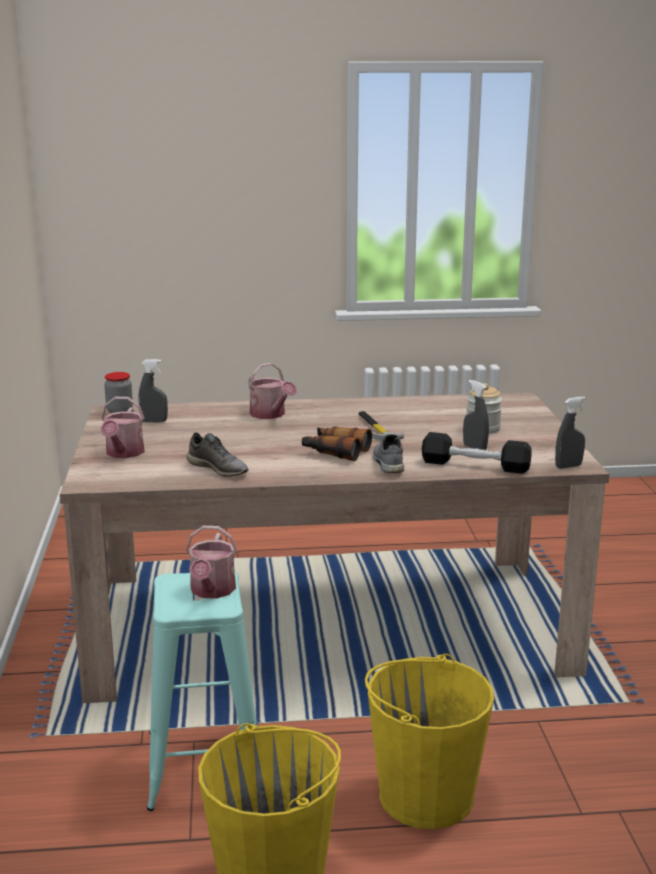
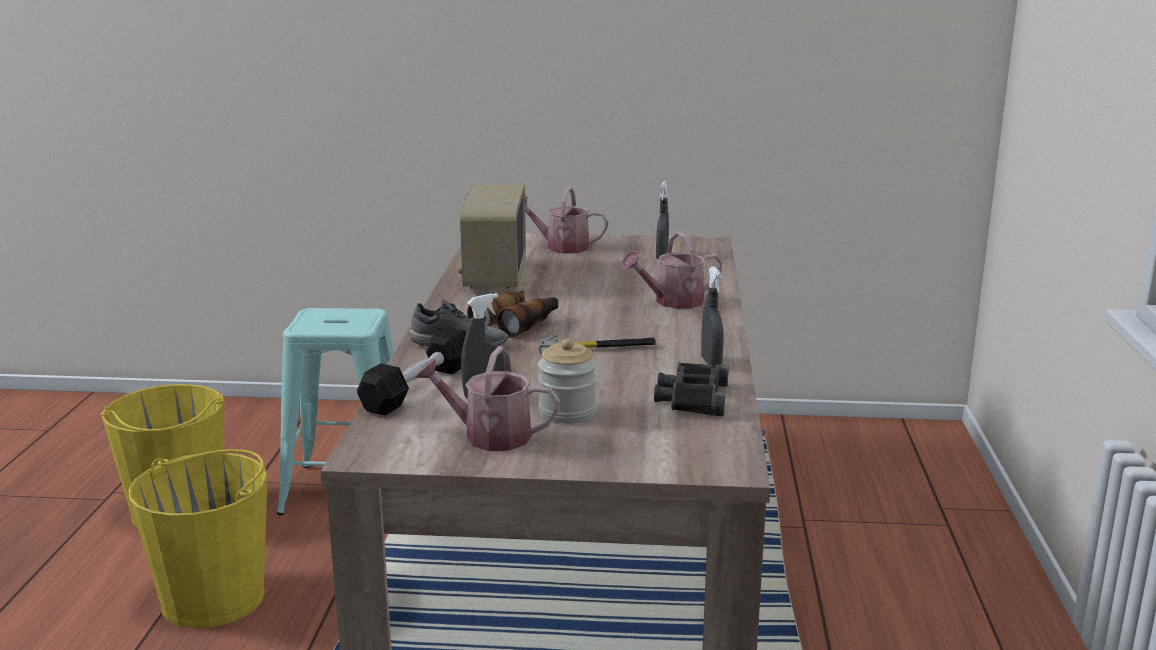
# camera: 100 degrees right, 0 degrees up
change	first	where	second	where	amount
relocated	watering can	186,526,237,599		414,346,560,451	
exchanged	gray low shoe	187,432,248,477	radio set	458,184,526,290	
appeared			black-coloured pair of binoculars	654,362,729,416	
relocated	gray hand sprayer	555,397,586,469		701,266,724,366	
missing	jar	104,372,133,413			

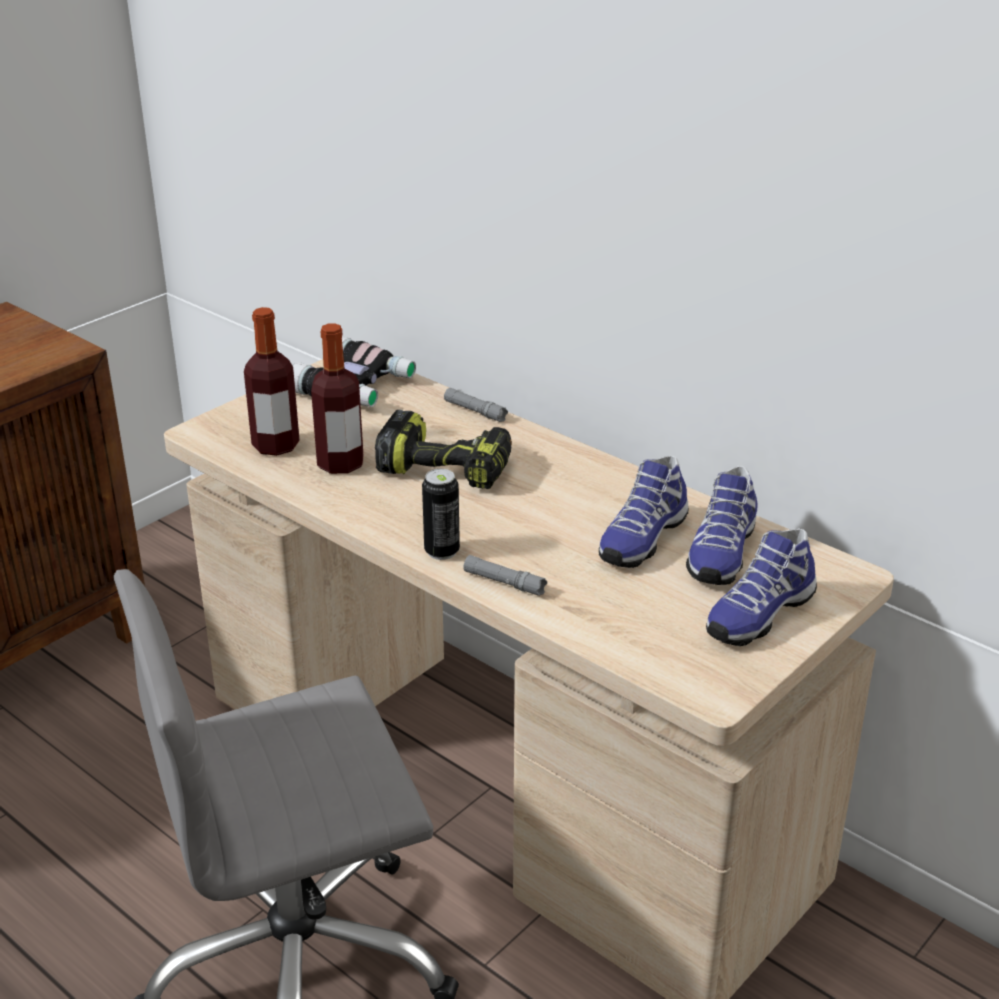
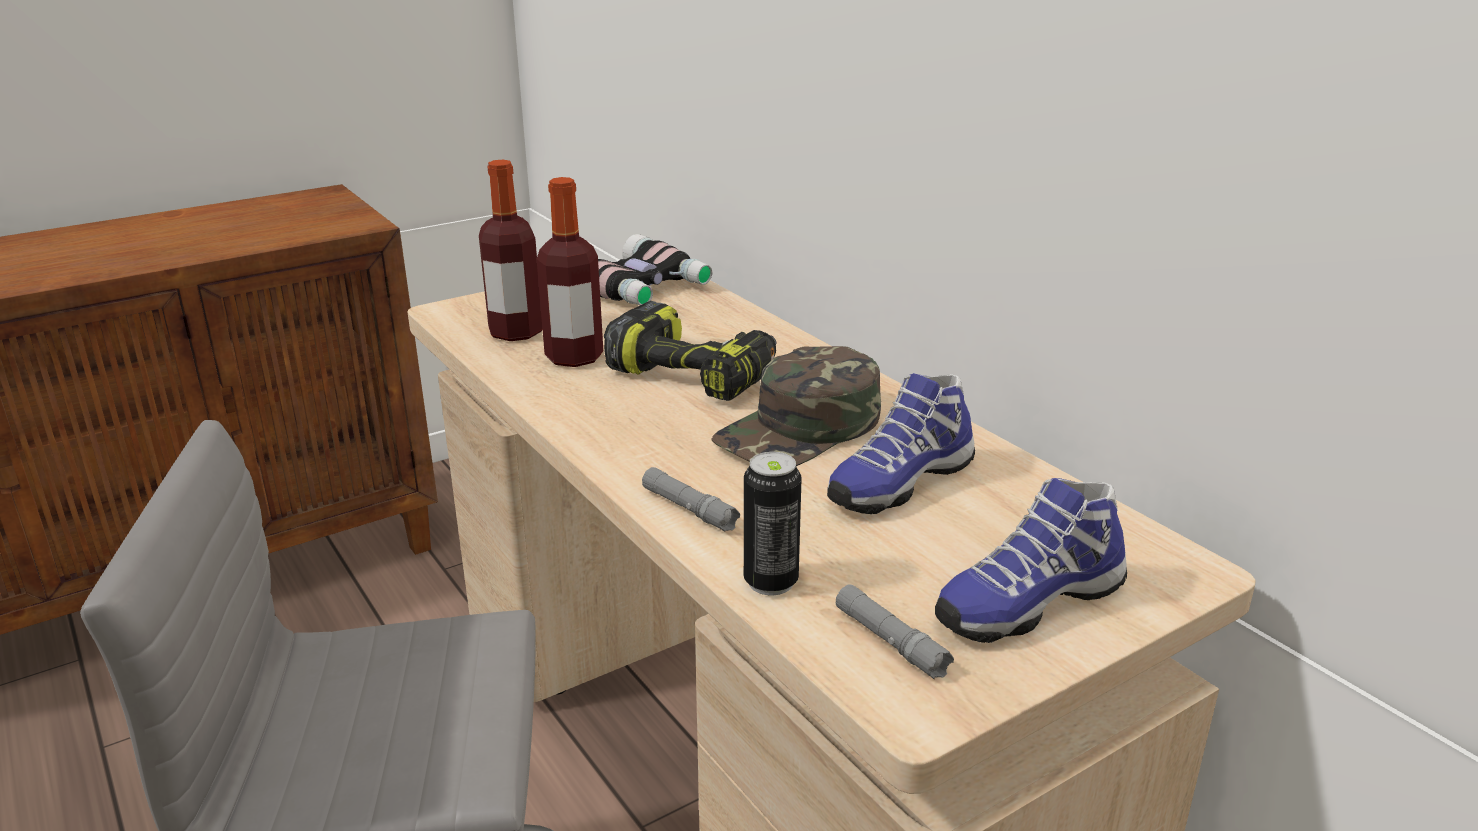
# camera: 15 degrees right, 5 degrees down
change	first	where	second	where	amount
appeared			green-coloured cap	711,346,881,466	
relocated	sealed can	422,469,460,560		744,452,802,595	
relocated	gray torch	444,388,508,422		835,584,954,679	
missing	low shoe	686,466,757,585			

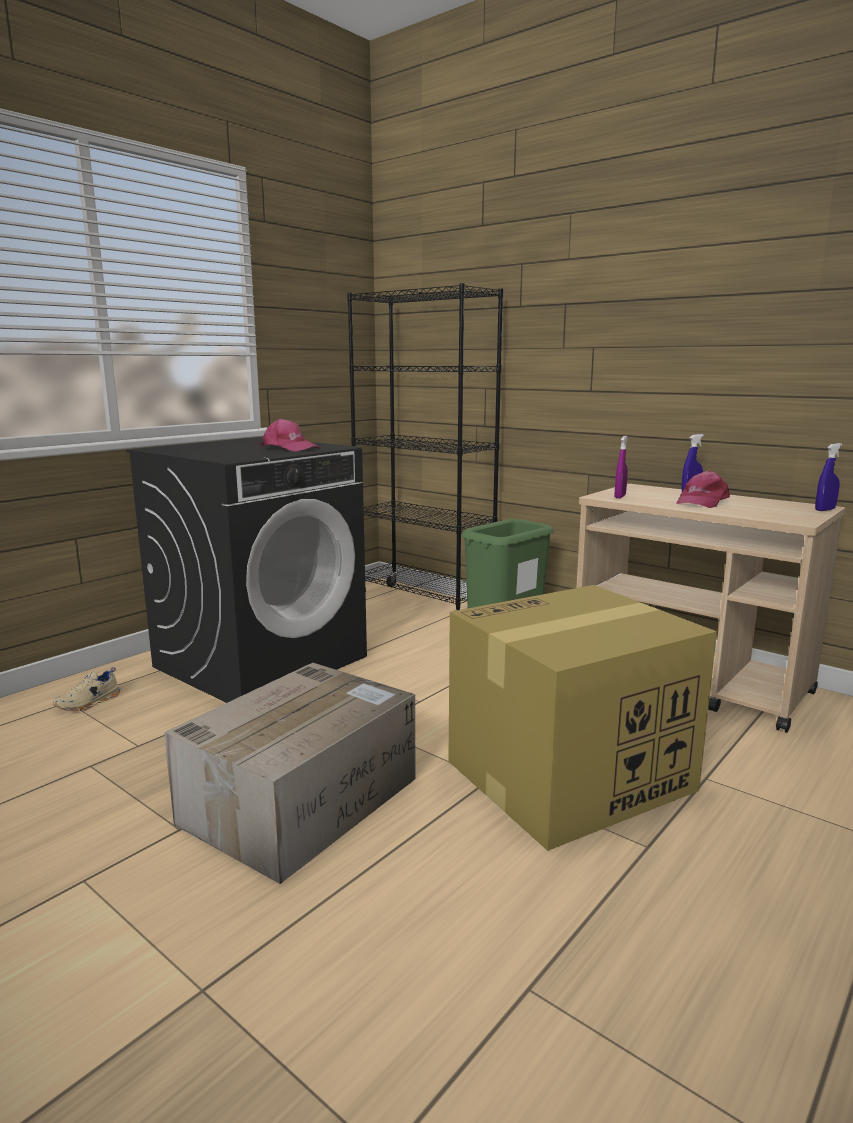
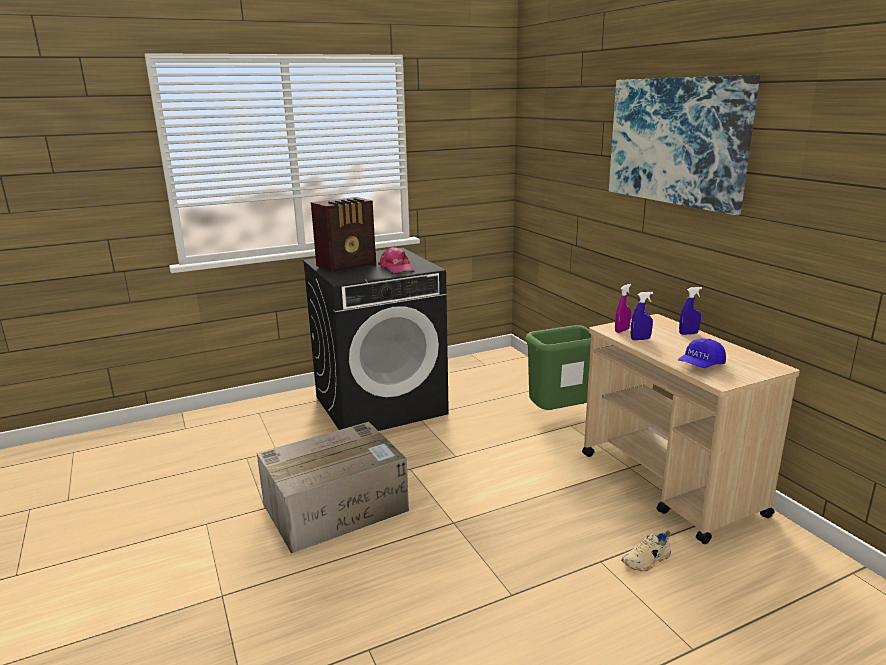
# camera: 25 degrees right, 5 degrees up
change	first	where	second	where	amount
appeared			radio set	311,197,376,273	
appeared			wall art	609,75,760,215	
relocated	beige-coloured low shoe	53,667,120,711		621,530,671,571	
relocated	bluish hand sprayer	815,443,842,511		631,292,653,340	
appeared			bluish cap	678,338,726,368	
missing	black-coloured bookshelf	347,283,504,611			
missing	packing box	448,585,717,851			
missing	pinkish cap	676,470,730,508			

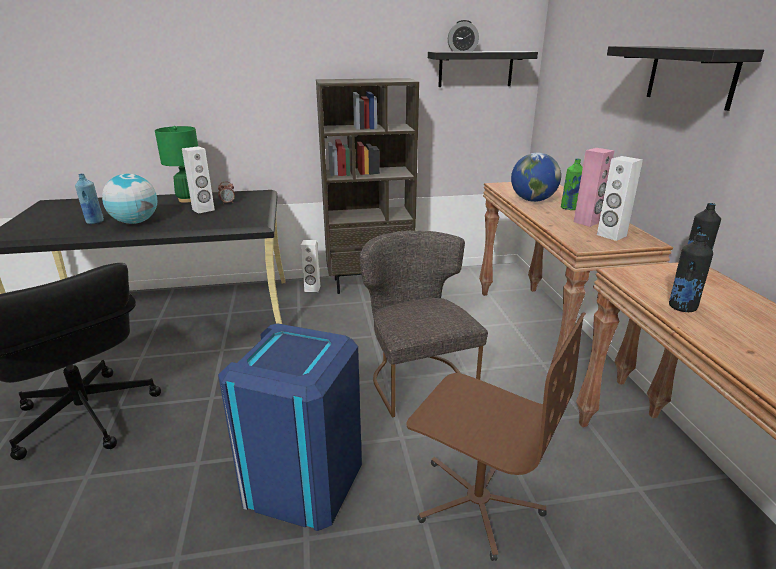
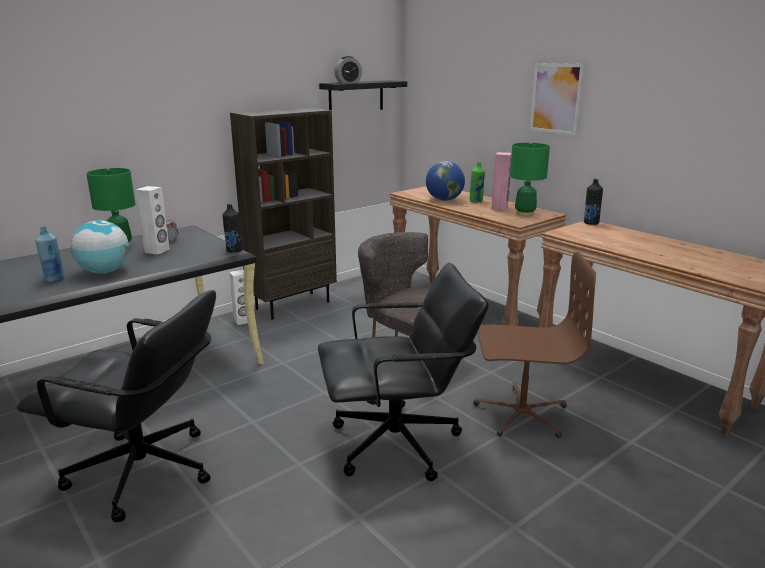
# camera: 30 degrees left, 5 degrees down
change	first	where	second	where	amount
relocated	black-coloured bottle	669,233,713,312		222,204,243,252	
exchanged	bluish trash can	218,323,362,531	black-coloured computer chair	318,263,489,481	
exchanged	white speaker	597,156,643,241	green-coloured lamp for a table	510,142,550,216	
exchanged	black-coloured shelf	607,46,764,111	wall art	530,63,584,135	

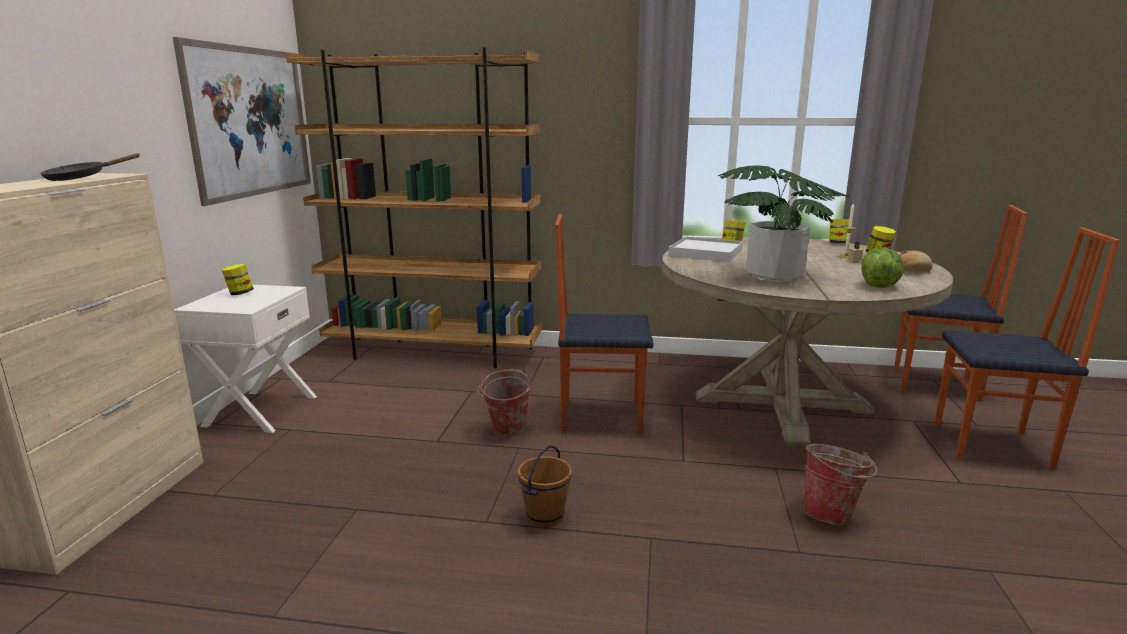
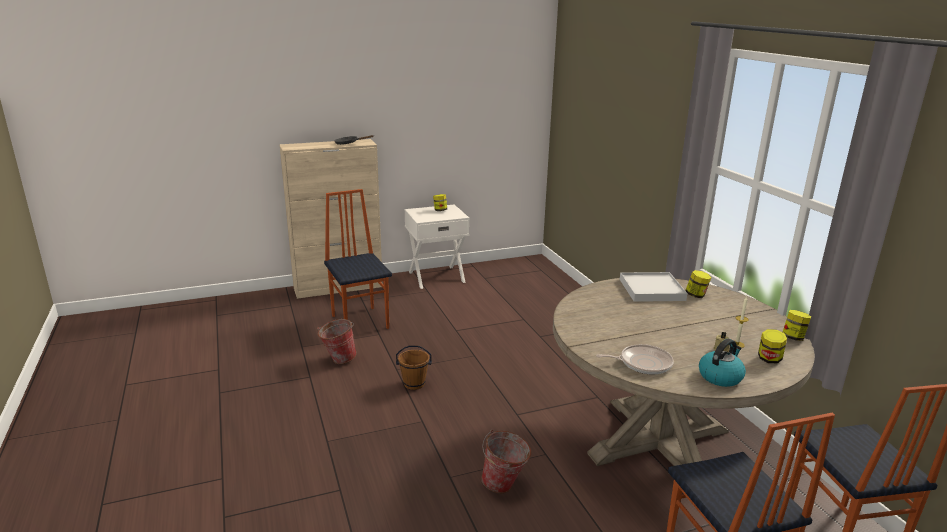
# camera: 60 degrees right, 5 degrees up
change	first	where	second	where	amount
relocated	water bucket	478,369,532,435		317,319,357,364	
relocated	plain chair	555,214,653,433		324,189,392,329	
exchanged	head of lettuce	861,248,904,288	skillet	596,344,674,375	
exchanged	bakery bread	899,250,933,272	kettle	699,339,746,387	
missing	wall art	173,37,311,206			
missing	brown-coloured bookshelf	286,47,542,369			
missing	potted plant	718,165,849,283			

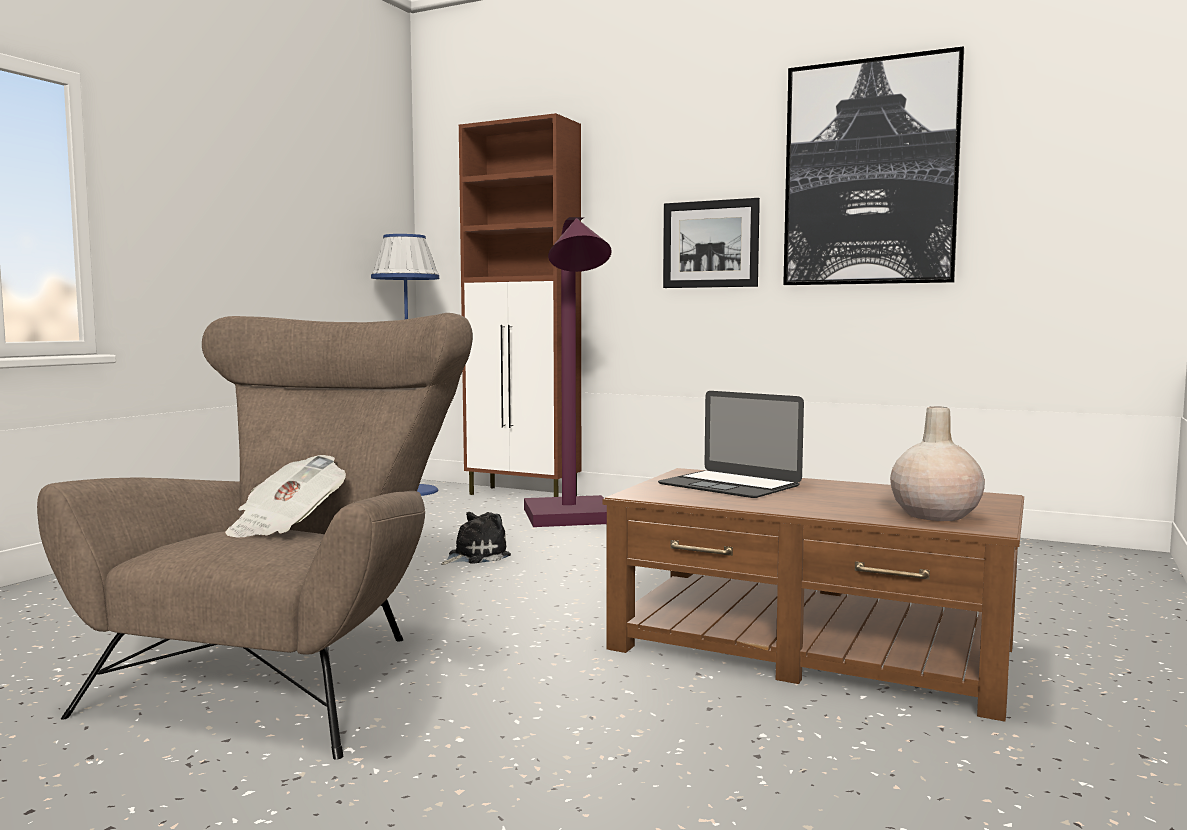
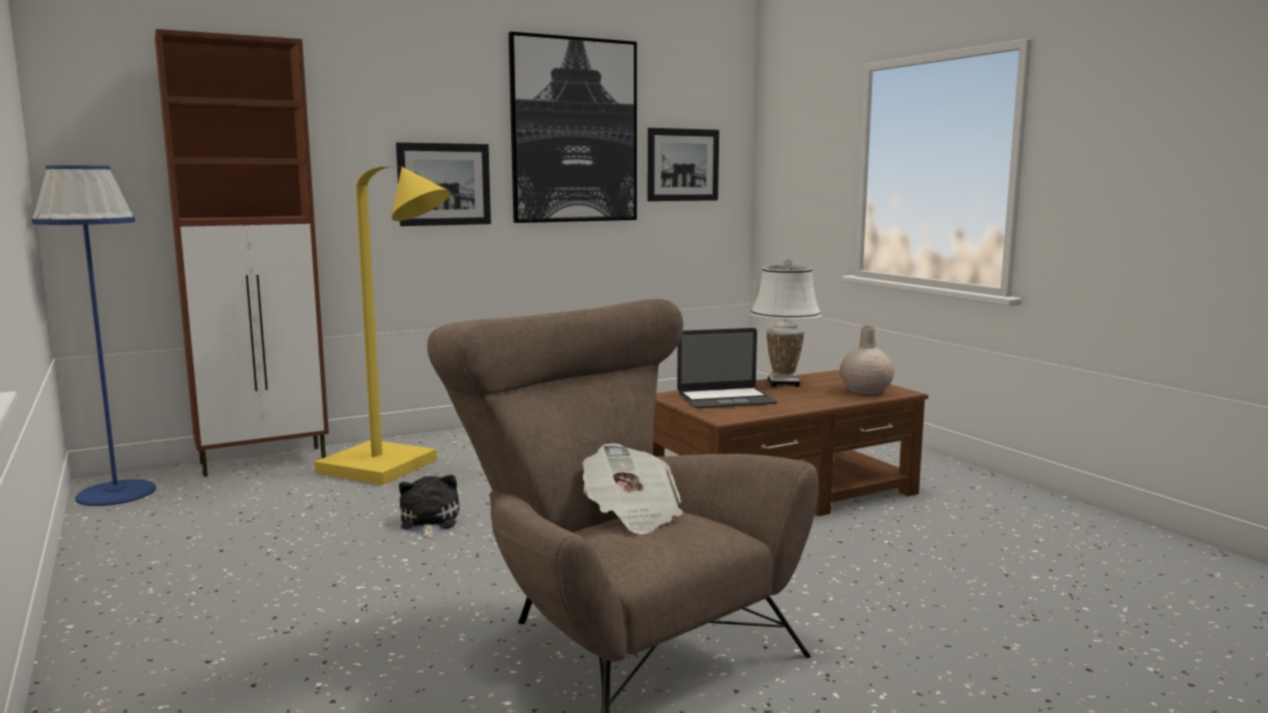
# camera: 55 degrees left, 5 degrees up
change	first	where	second	where	amount
colour	purple floor lamp	524,217,612,527	yellow-coloured floor lamp	315,167,450,485	
appeared			wall art	648,128,719,201	
appeared			white lamp for a table	750,258,822,387	

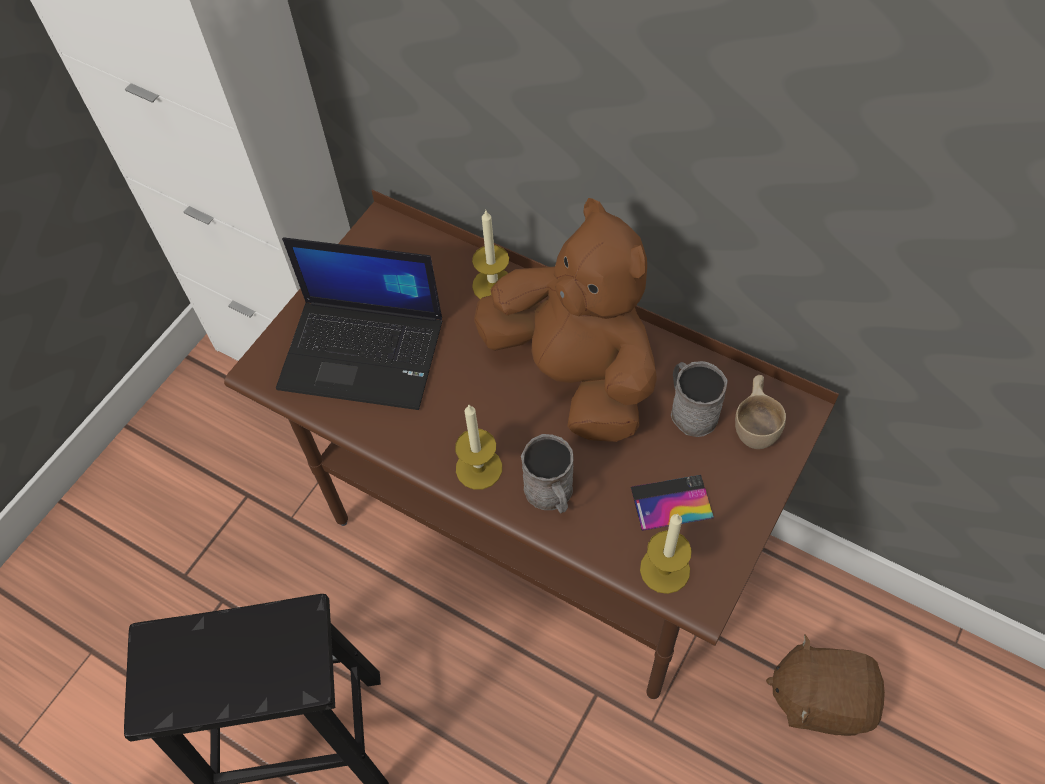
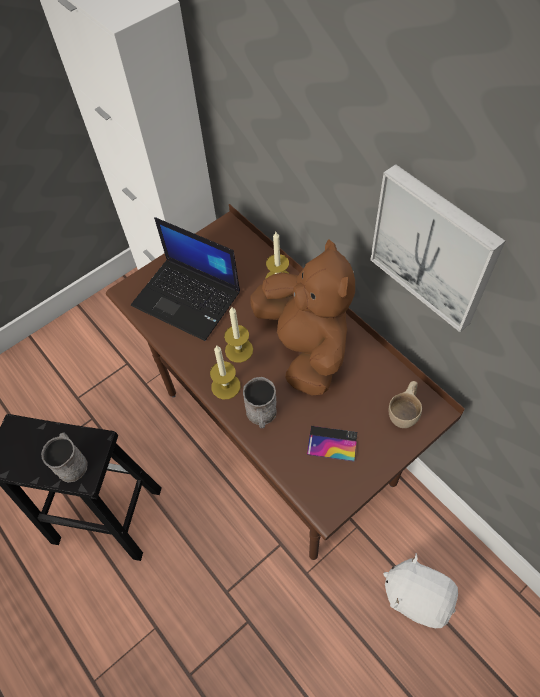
# camera: 20 degrees right, 0 degrees up
change	first	where	second	where	amount
relocated	gray mug	671,361,728,437		41,433,87,483	
relocated	wax light	640,514,692,594		224,307,253,363	
appeared			wall art	370,164,505,332	
colour	brown-coloured cuddly toy	766,634,885,736	white cuddly toy	383,553,458,628	

